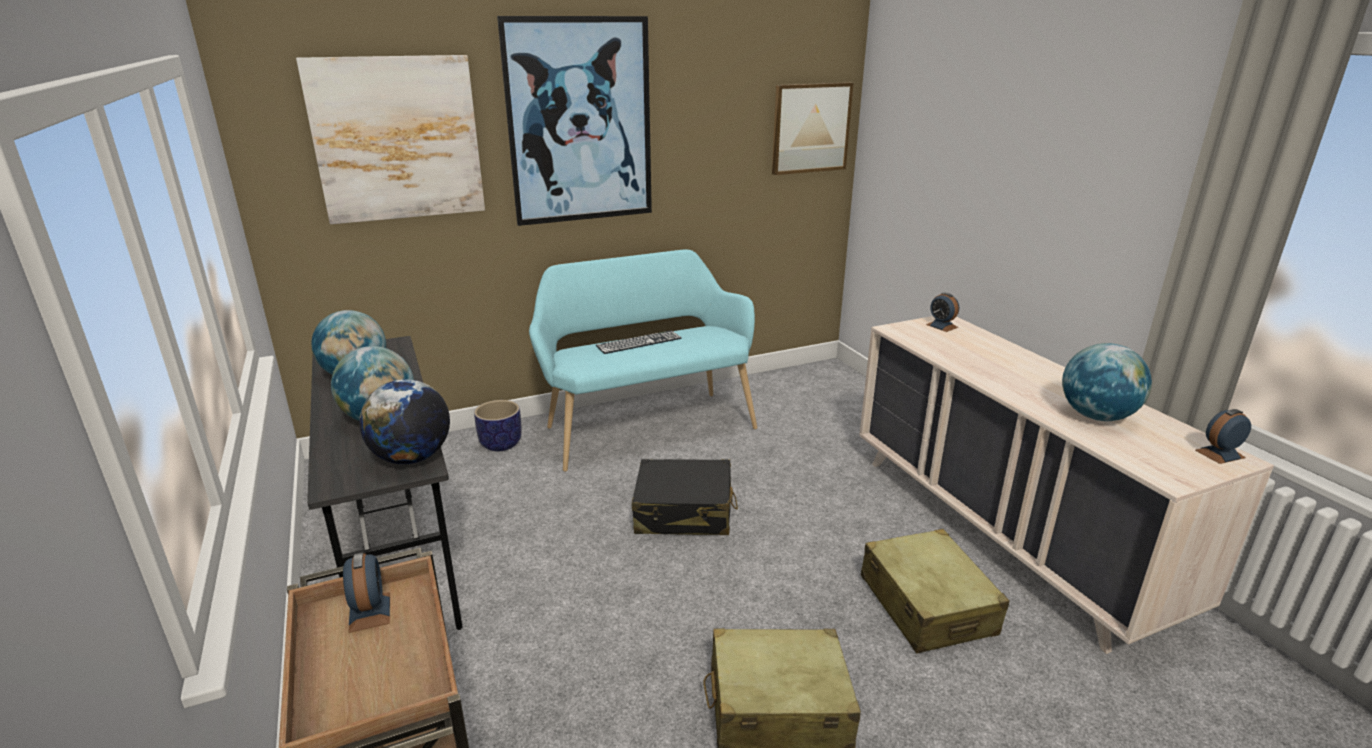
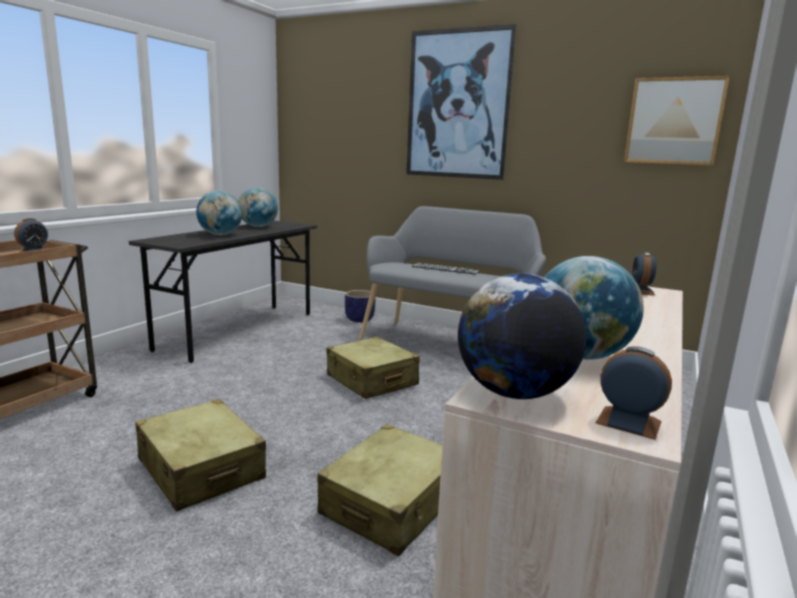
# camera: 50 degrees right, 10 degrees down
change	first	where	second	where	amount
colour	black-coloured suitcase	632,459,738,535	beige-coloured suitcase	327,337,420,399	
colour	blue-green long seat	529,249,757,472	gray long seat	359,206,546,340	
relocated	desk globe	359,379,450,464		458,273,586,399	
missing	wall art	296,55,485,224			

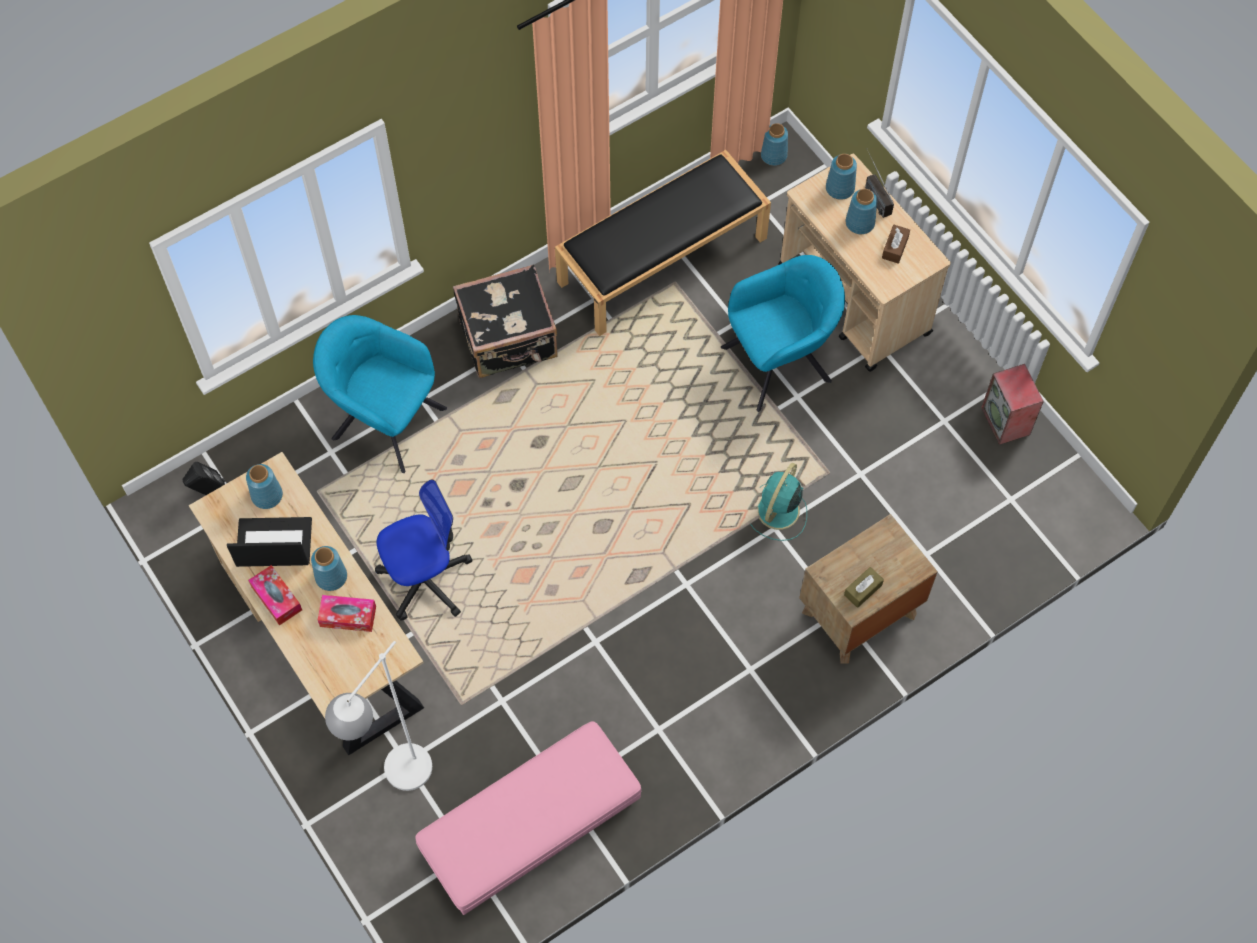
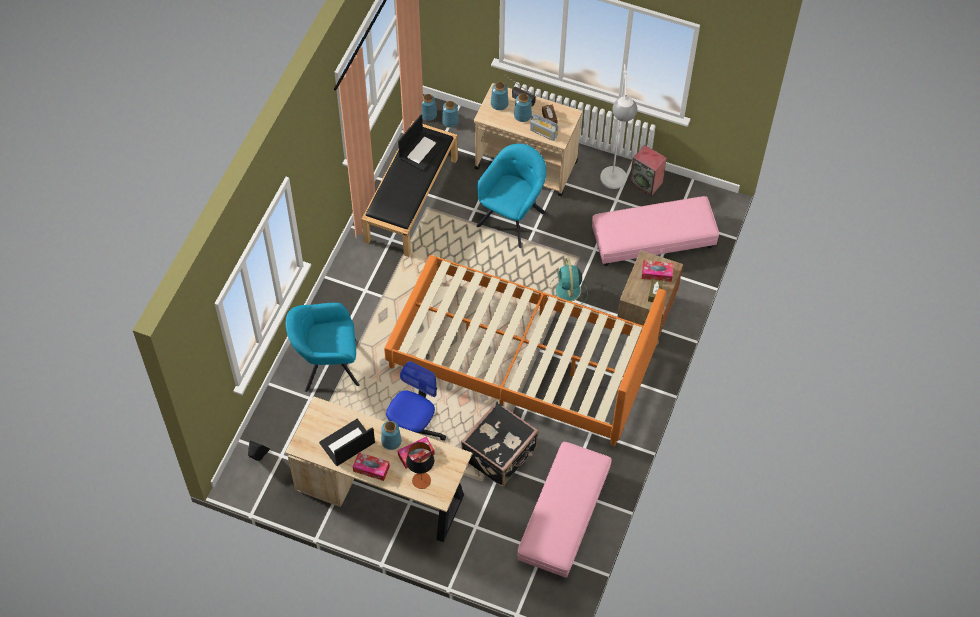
# camera: 35 degrees left, 5 degrees down
change	first	where	second	where	amount
appeared			orangey bedroom bed	384,255,666,446	
appeared			notebook computer	398,115,446,171	
appeared			lamp for a table	406,442,434,489	
relocated	bluish vase	246,464,283,509		442,101,459,128	
relocated	black-coloured suitcase	453,264,558,378		461,401,539,487	
appeared			radio set	530,114,558,141	
appeared			pinkish footrest	592,196,719,266	
relocated	white floor lamp	325,641,432,791		600,64,637,189	
appeared			tissue box	642,260,673,282	

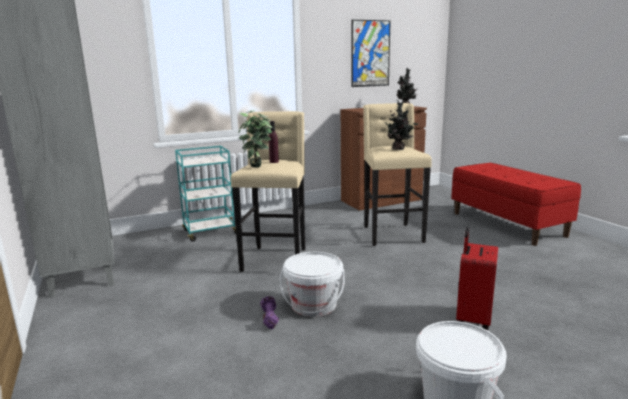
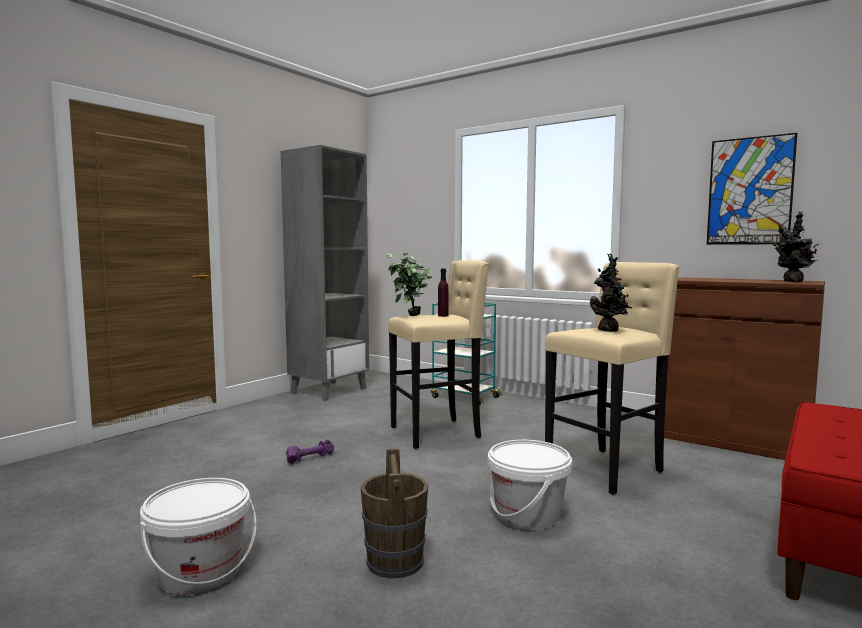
# camera: 60 degrees right, 10 degrees down
change	first	where	second	where	amount
exchanged	red-coloured suitcase	456,227,498,330	brown-coloured water bucket	361,449,428,579	
relocated	white water bucket	280,252,345,317		488,440,572,530	

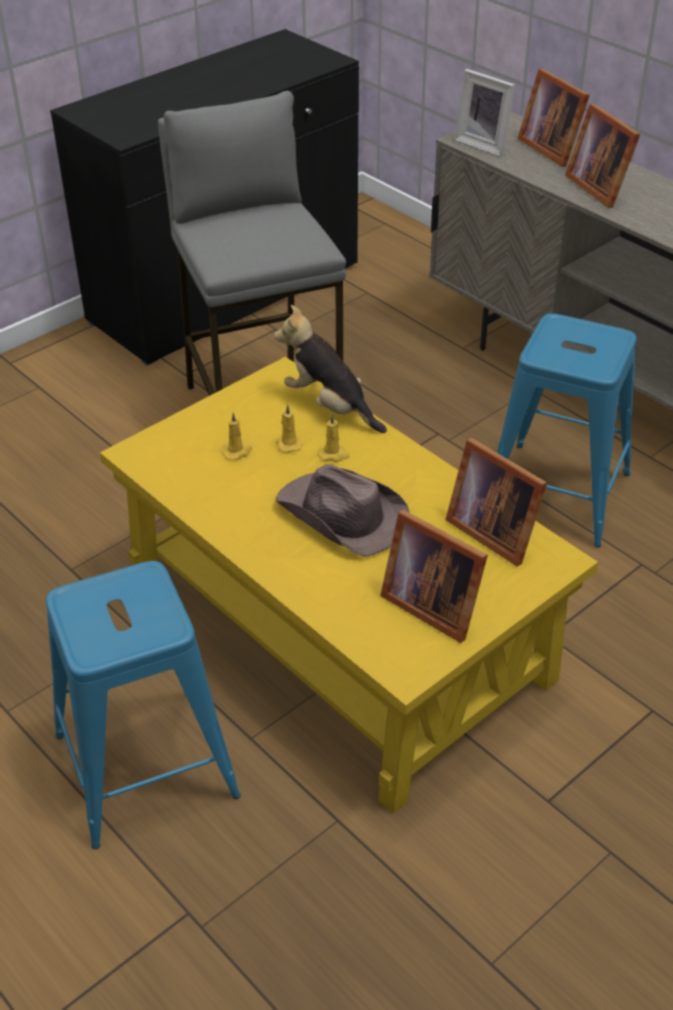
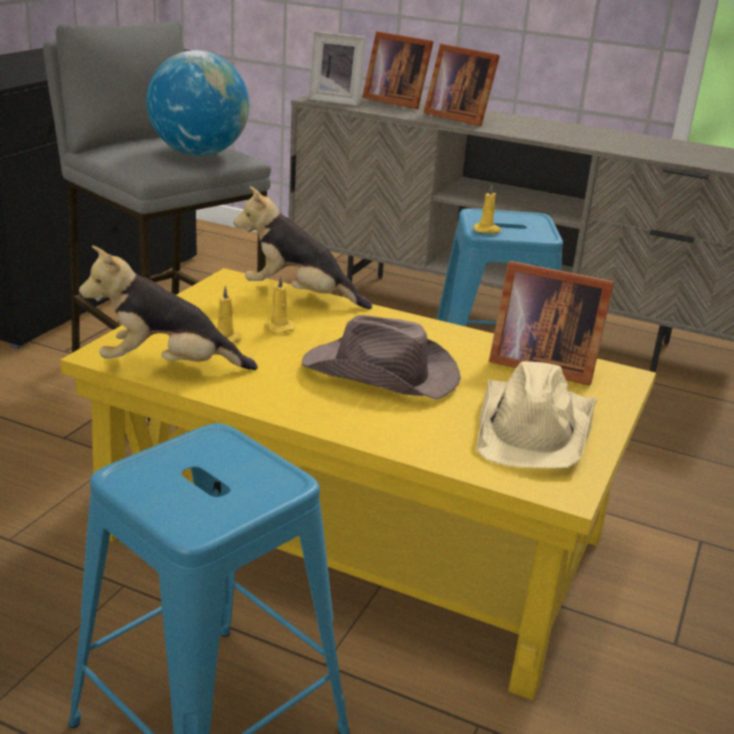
# camera: 25 degrees left, 15 degrees down
change	first	where	second	where	amount
appeared			cuddly toy	79,245,258,370	
appeared			desk globe	146,50,249,156	
relocated	yellow-coloured wax light	318,414,350,462		473,185,501,233	
exchanged	standing frame	380,510,488,643	beige-coloured hat	476,361,598,468	

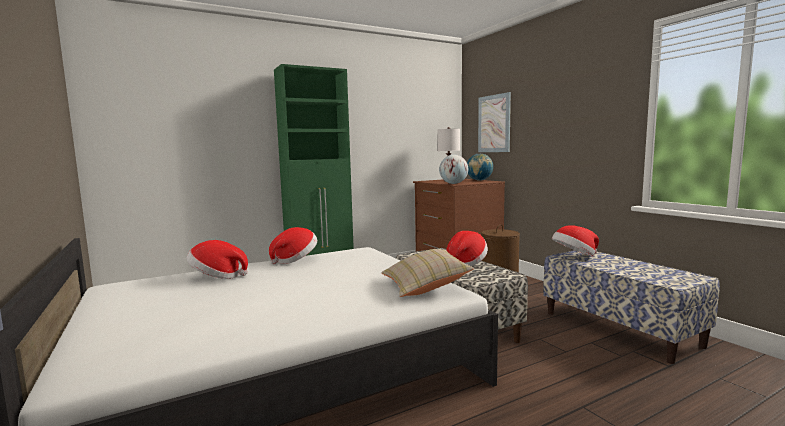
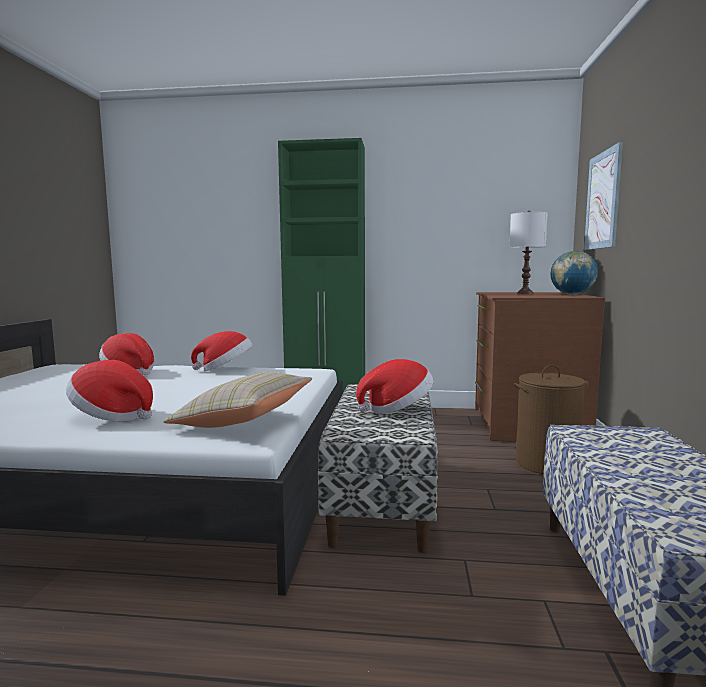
# camera: 35 degrees right, 0 degrees up
change	first	where	second	where	amount
relocated	hat	552,225,599,257		66,360,153,422	
missing	desk globe	439,155,468,184			

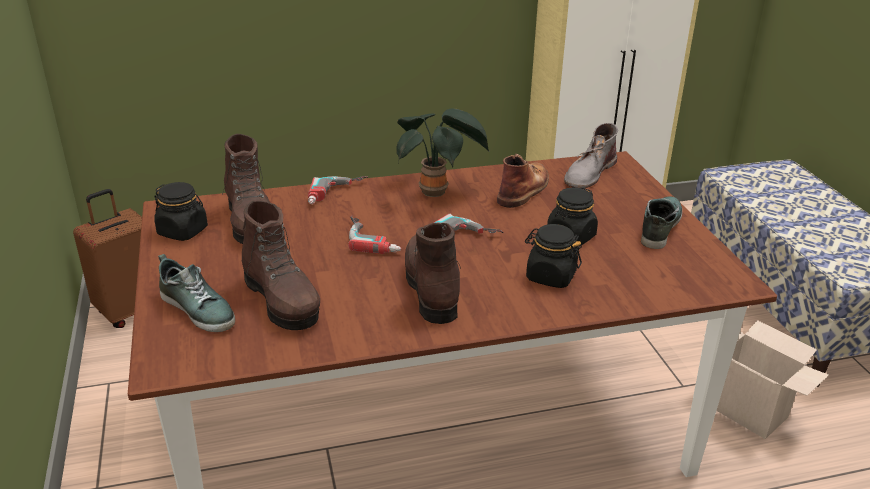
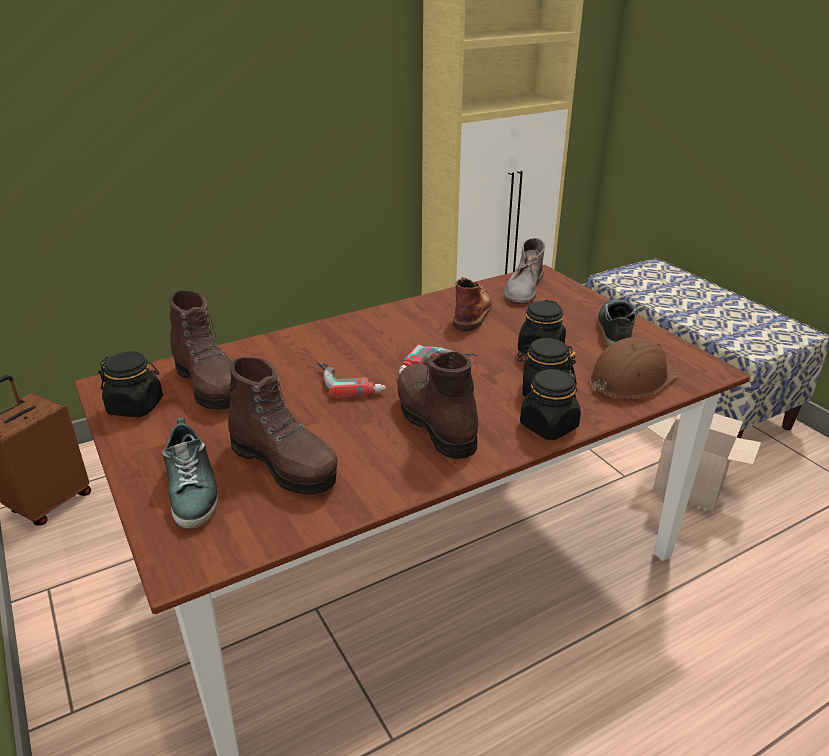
# camera: 15 degrees left, 0 degrees up
change	first	where	second	where	amount
spun	low shoe	158,254,235,332		162,417,219,529	45 degrees clockwise
appeared			black-coloured jar	520,369,581,440	
appeared			brown-coloured work helmet	589,337,679,399	
missing	drill	308,176,368,204			
missing	potted plant	396,108,490,197			

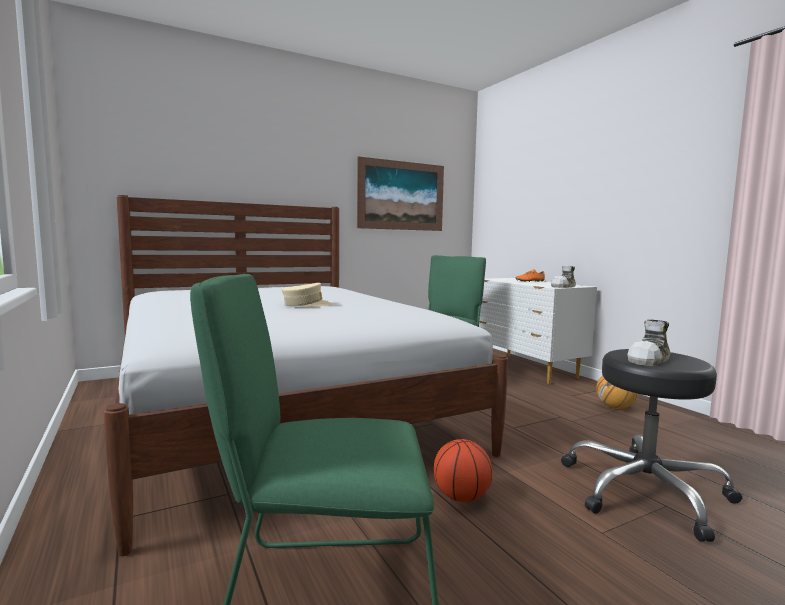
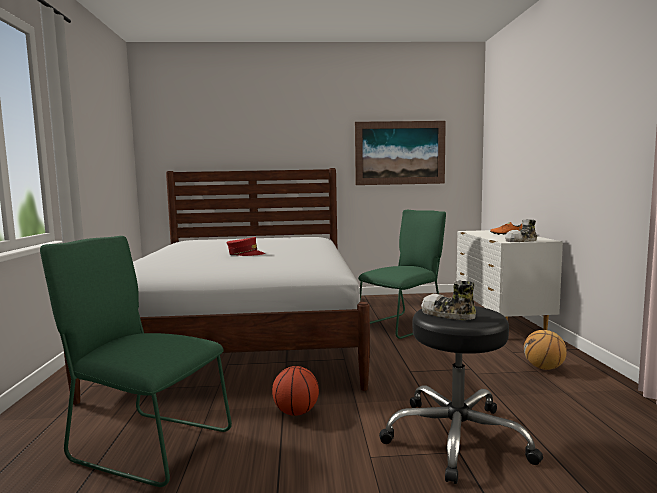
# camera: 25 degrees right, 0 degrees up
change	first	where	second	where	amount
colour	beige-coloured cap	281,283,333,307	red-coloured cap	227,237,265,256	
spun	low shoe	627,320,670,366		421,280,476,320	60 degrees clockwise

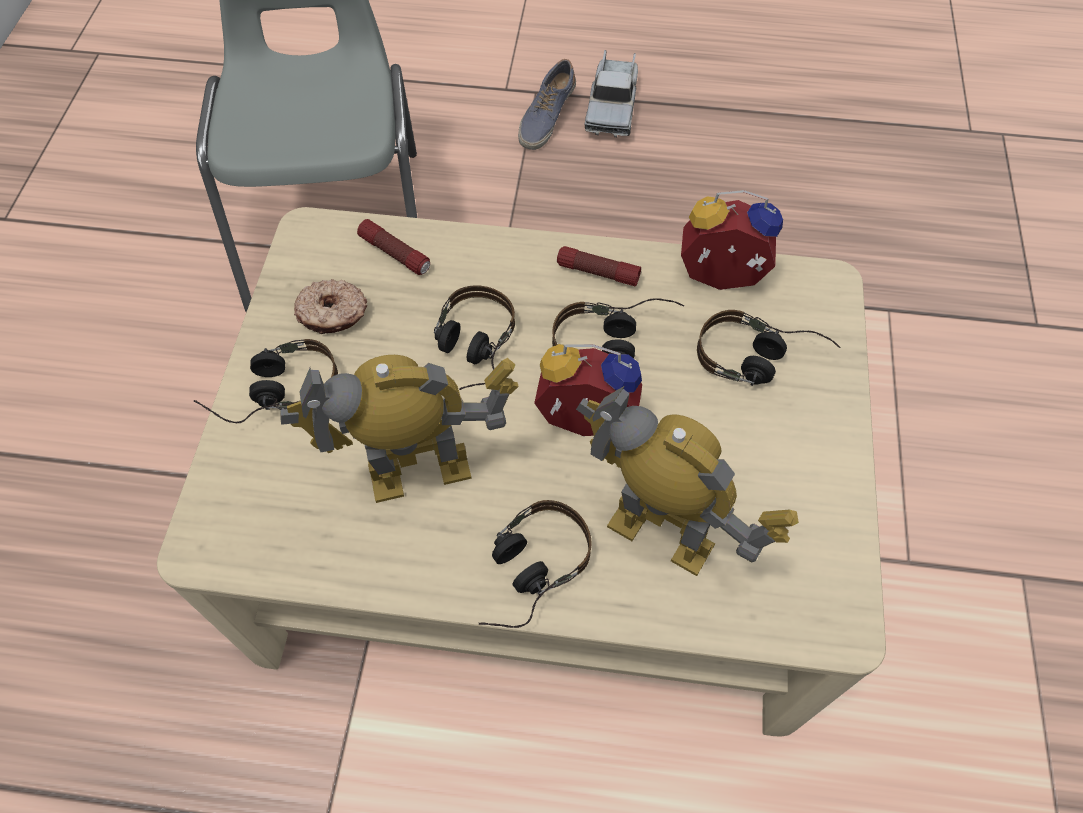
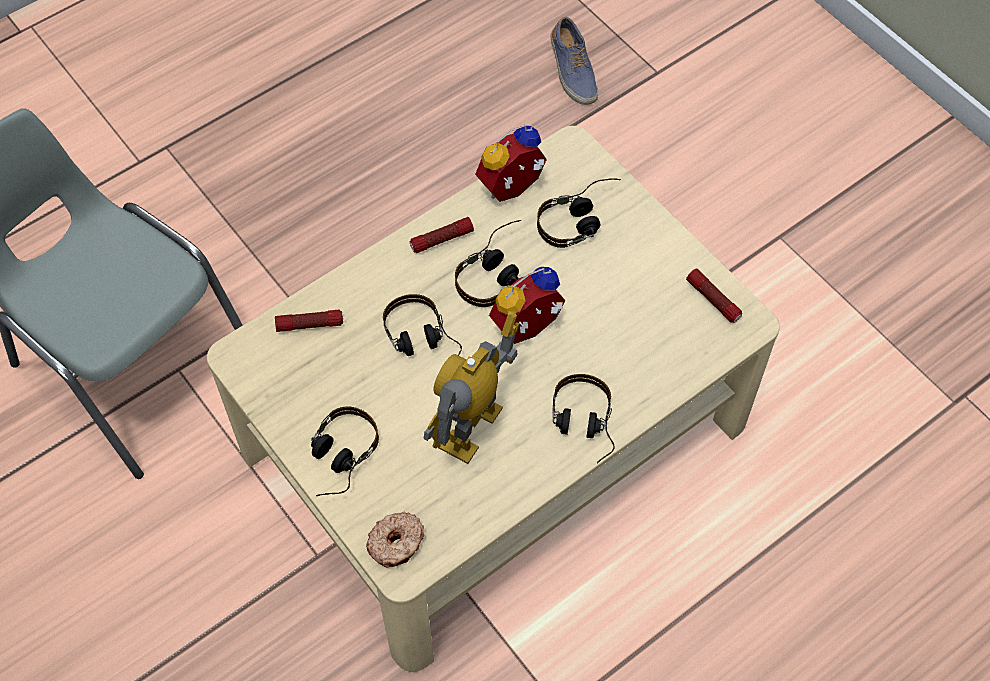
# camera: 45 degrees left, 0 degrees up
change	first	where	second	where	amount
relocated	donut	294,279,367,334		366,512,424,567	
relocated	low shoe	518,59,576,150		550,16,599,105	
appeared			torch	686,269,742,323	
missing	model robot	576,386,799,576			
missing	toy truck	584,50,638,137			

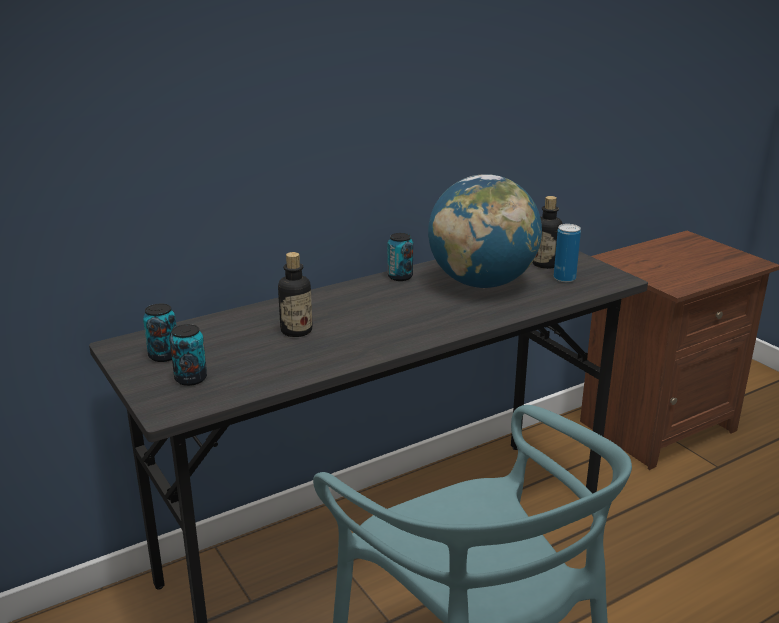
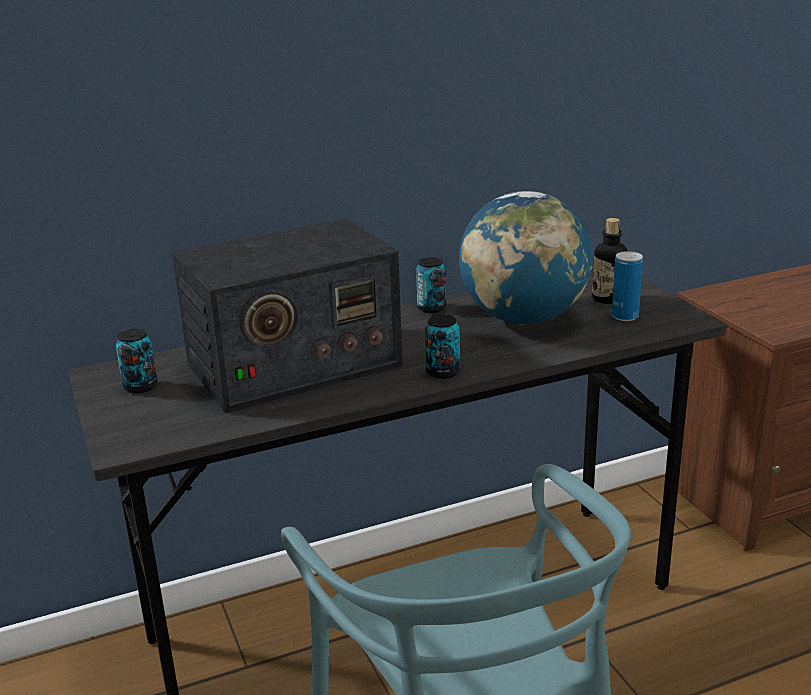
# camera: 10 degrees right, 0 degrees up
change	first	where	second	where	amount
exchanged	bottle	278,252,312,337	radio set	172,218,403,413	
relocated	sealed can	170,324,207,386		425,315,460,379	

